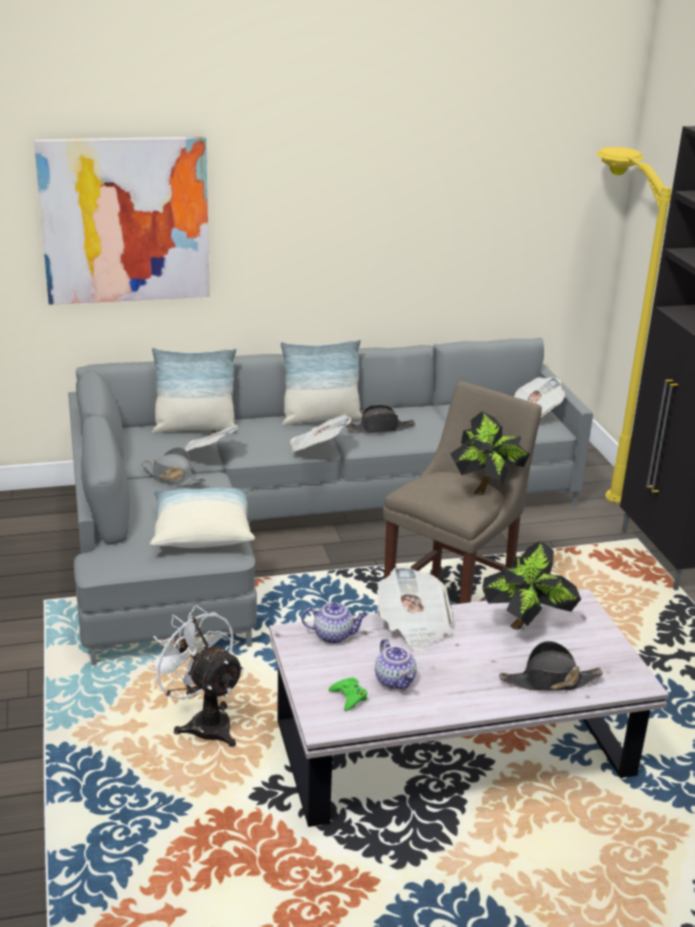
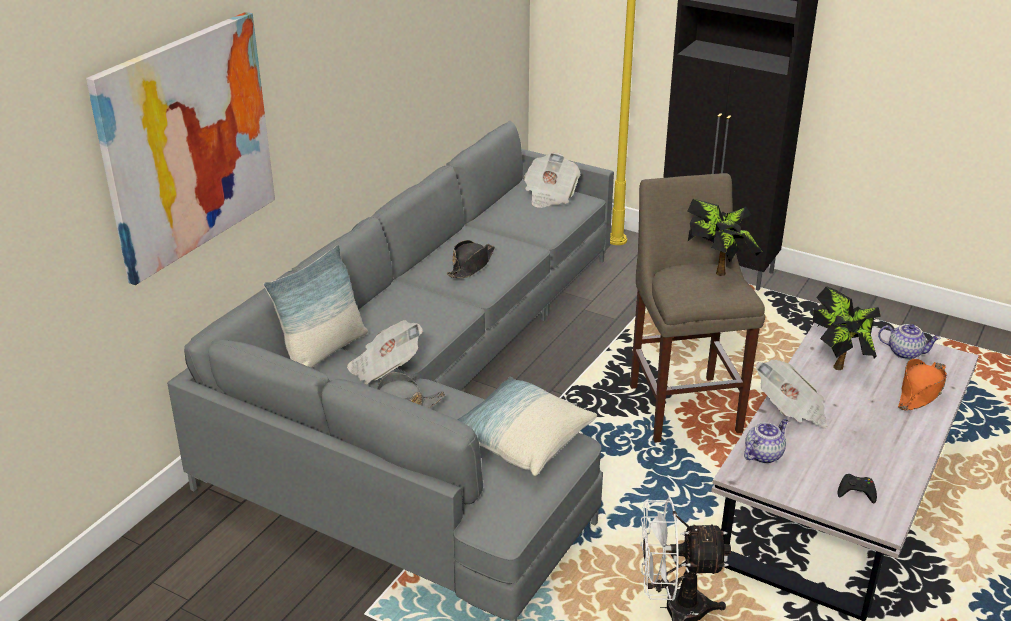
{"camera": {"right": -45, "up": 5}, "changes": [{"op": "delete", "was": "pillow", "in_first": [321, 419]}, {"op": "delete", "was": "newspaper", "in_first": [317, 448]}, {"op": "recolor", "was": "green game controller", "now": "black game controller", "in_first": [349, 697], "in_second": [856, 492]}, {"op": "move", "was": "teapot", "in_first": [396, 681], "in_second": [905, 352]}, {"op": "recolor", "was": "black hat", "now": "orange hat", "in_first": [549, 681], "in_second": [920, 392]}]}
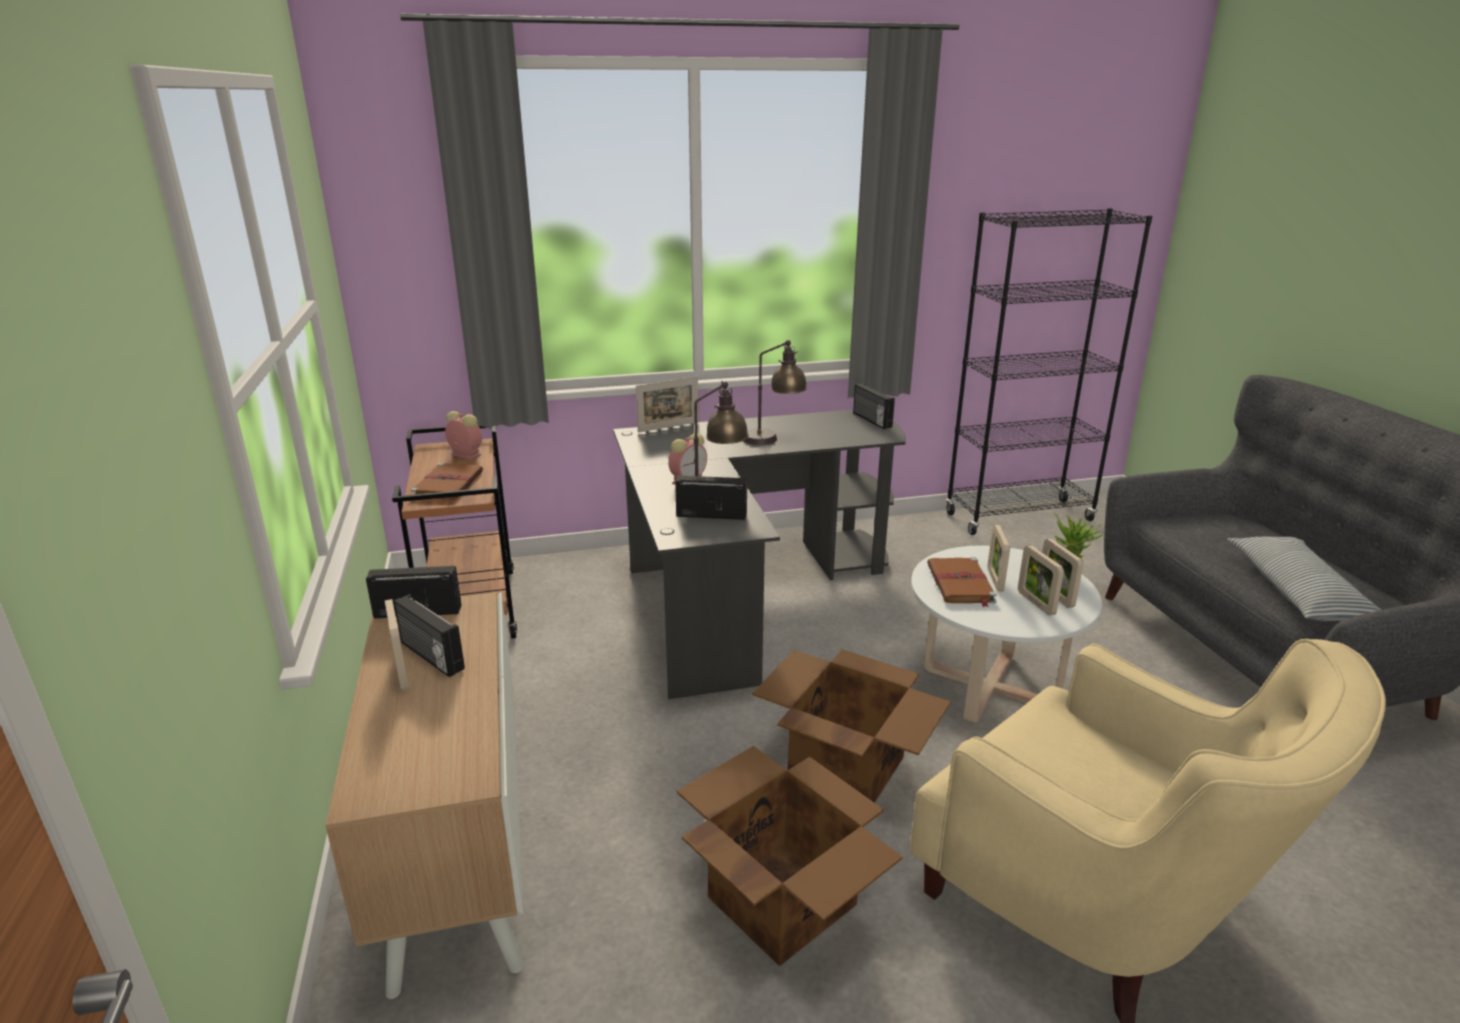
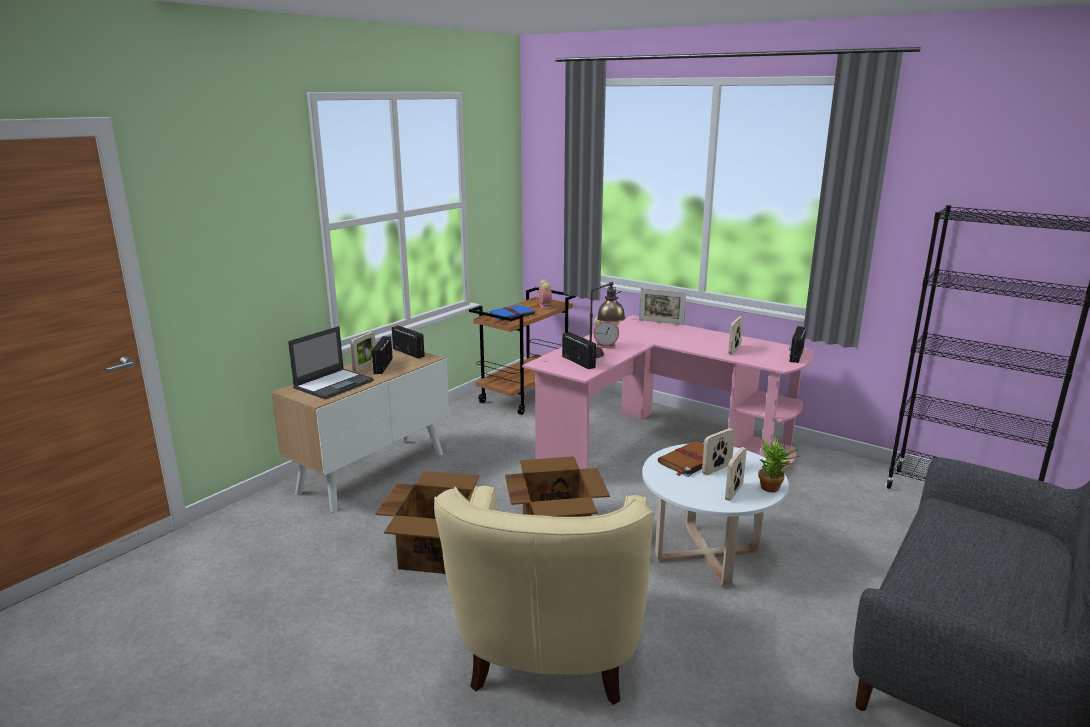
{"camera": {"right": 50, "up": -5}, "changes": [{"op": "recolor", "was": "brown book", "now": "blue book", "in_first": [448, 484], "in_second": [511, 314]}, {"op": "recolor", "was": "black desk", "now": "pink desk", "in_first": [741, 592], "in_second": [660, 445]}, {"op": "delete", "was": "table lamp", "in_first": [773, 439]}, {"op": "move", "was": "picture frame", "in_first": [1036, 603], "in_second": [734, 350]}, {"op": "delete", "was": "pillow", "in_first": [1298, 593]}, {"op": "insert", "now": "laptop", "in_second": [334, 384]}]}
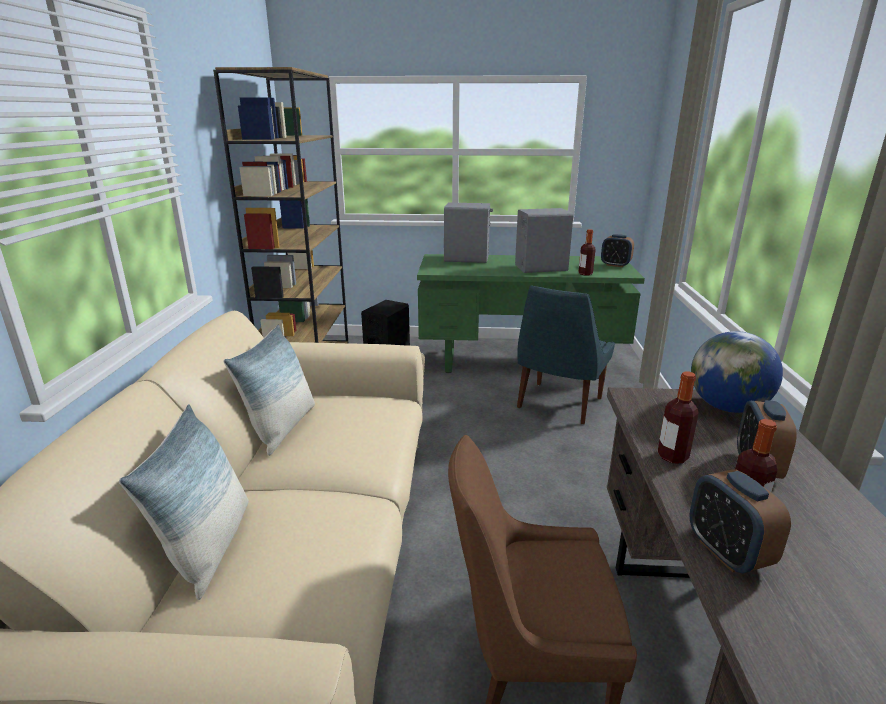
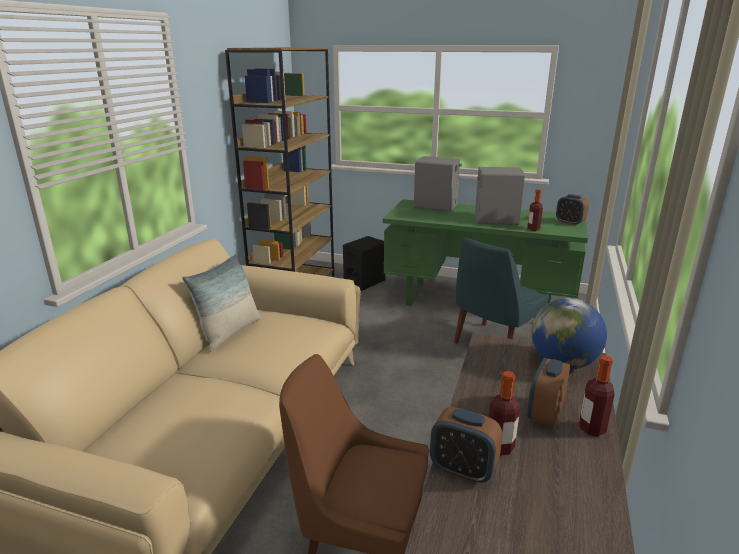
{"camera": {"right": 15, "up": 0}, "changes": [{"op": "delete", "was": "pillow", "in_first": [209, 546]}, {"op": "move", "was": "bottle", "in_first": [672, 456], "in_second": [592, 429]}, {"op": "rotate", "was": "alarm clock", "in_first": [727, 553], "in_second": [463, 470], "clockwise": -60}]}
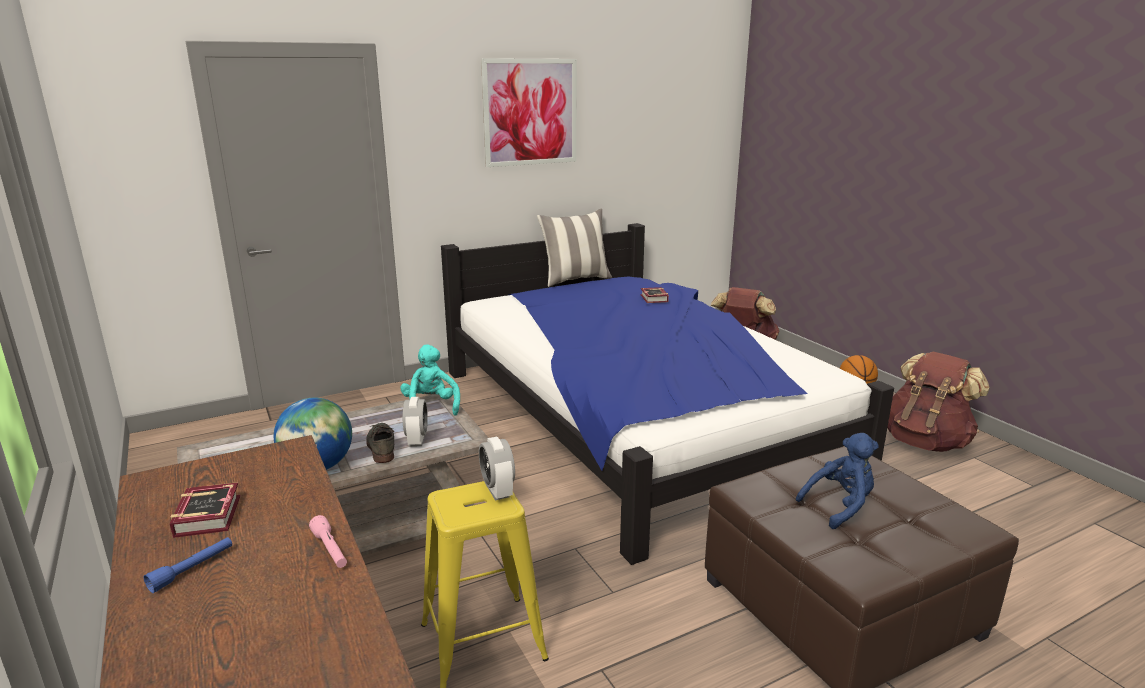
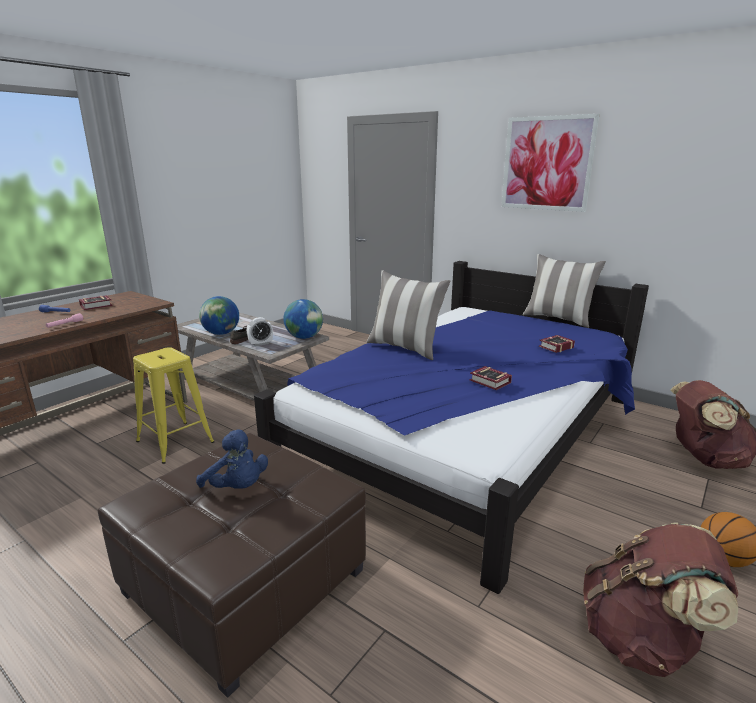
{"camera": {"right": 65, "up": 0}, "changes": [{"op": "replace", "was": "turquoise plush toy", "now": "globe", "in_first": [431, 406], "in_second": [304, 337]}, {"op": "delete", "was": "alarm clock", "in_first": [497, 491]}, {"op": "insert", "now": "pillow", "in_second": [405, 348]}, {"op": "insert", "now": "book", "in_second": [490, 382]}]}
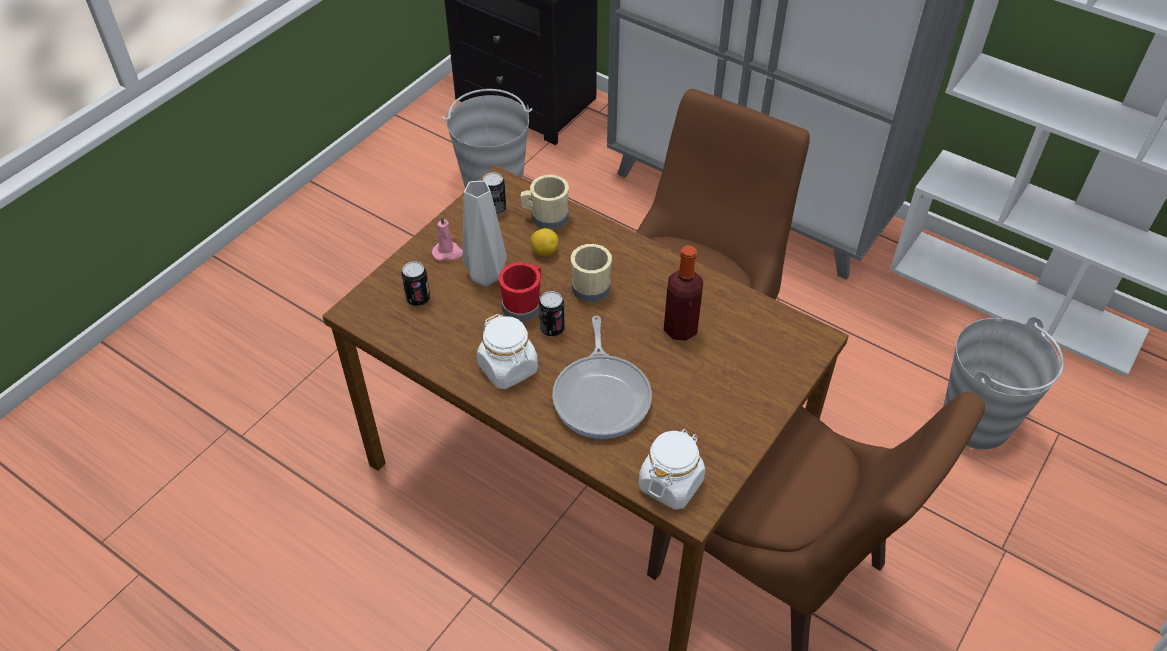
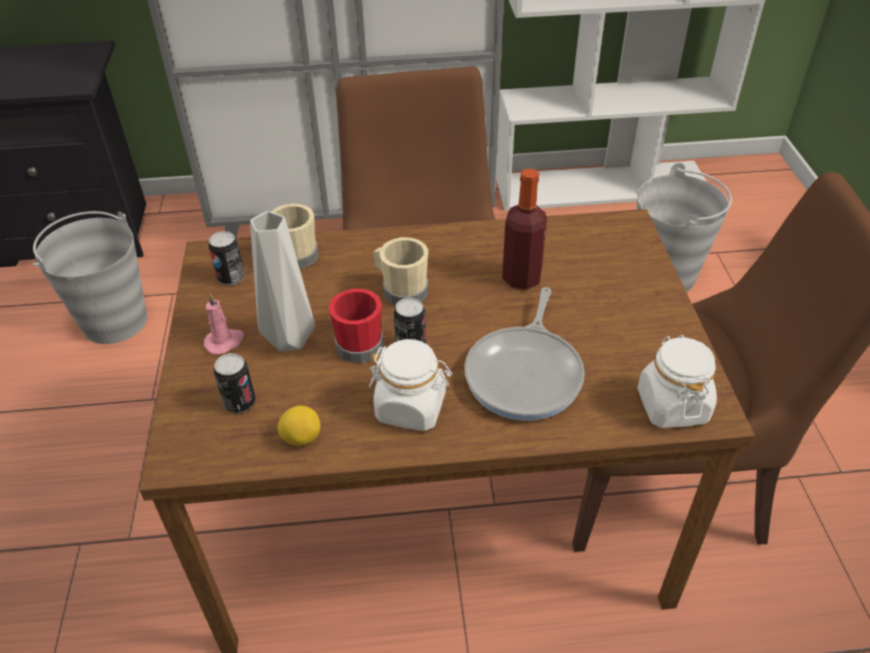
{"camera": {"right": -40, "up": -5}, "changes": [{"op": "move", "was": "lemon", "in_first": [544, 251], "in_second": [301, 438]}, {"op": "rotate", "was": "frying pan", "in_first": [602, 396], "in_second": [526, 373], "clockwise": 60}]}
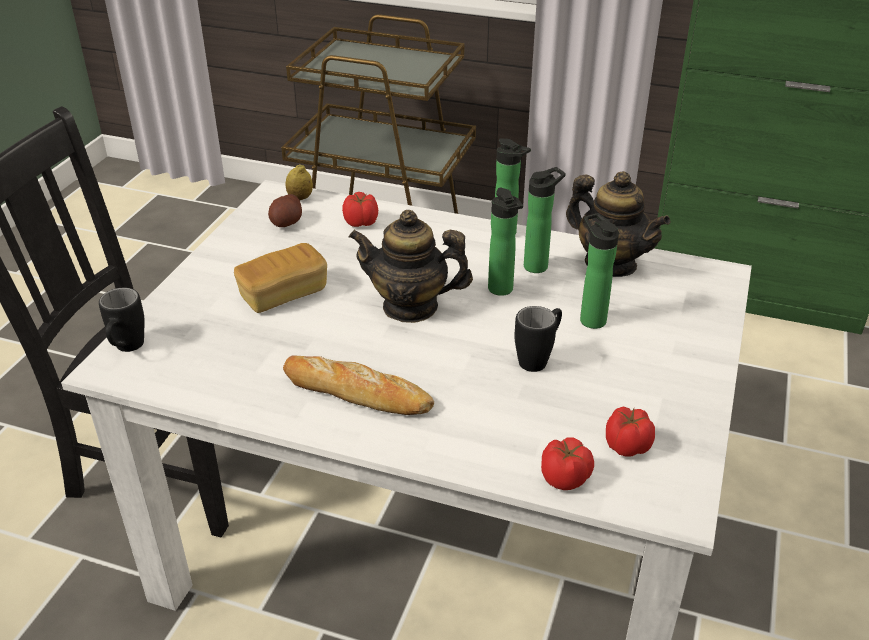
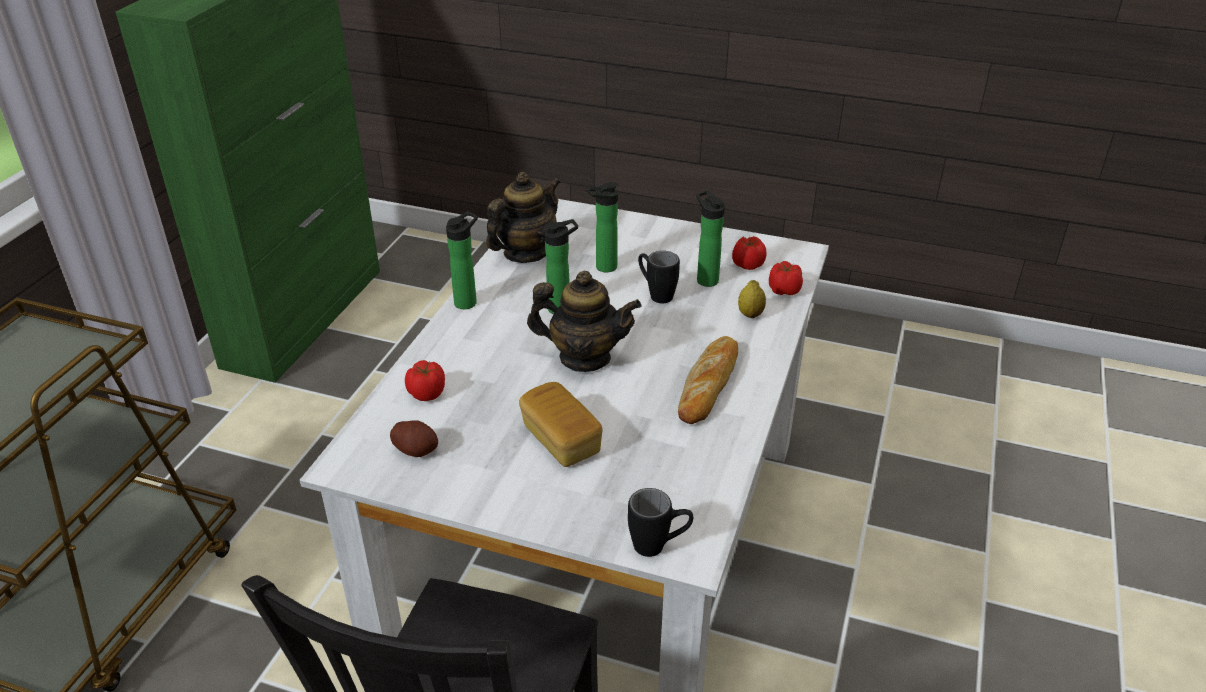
{"camera": {"right": -90, "up": 0}, "changes": [{"op": "move", "was": "lemon", "in_first": [300, 198], "in_second": [750, 314]}, {"op": "rotate", "was": "teapot", "in_first": [410, 306], "in_second": [584, 357], "clockwise": -90}, {"op": "move", "was": "bottle", "in_first": [539, 265], "in_second": [705, 279]}]}
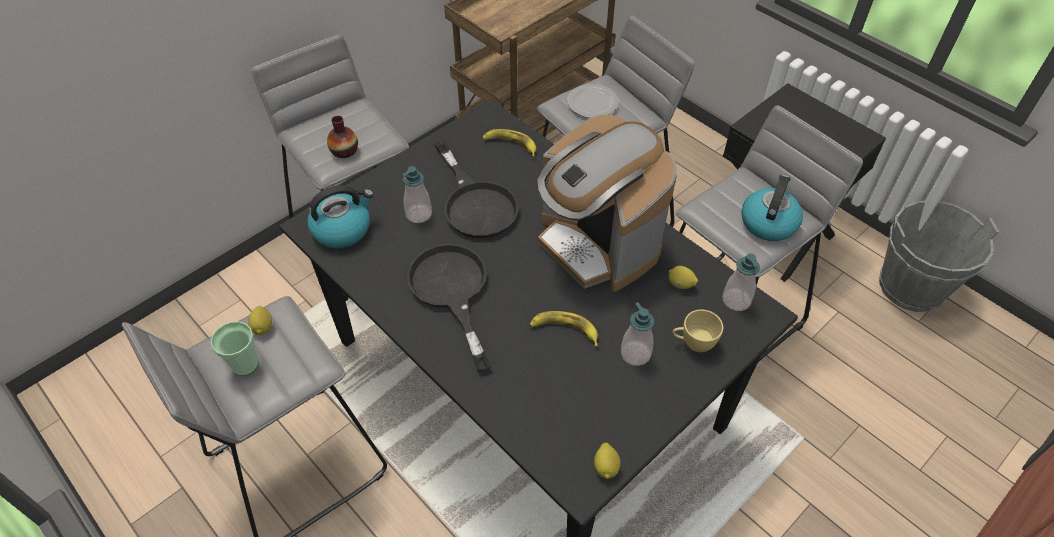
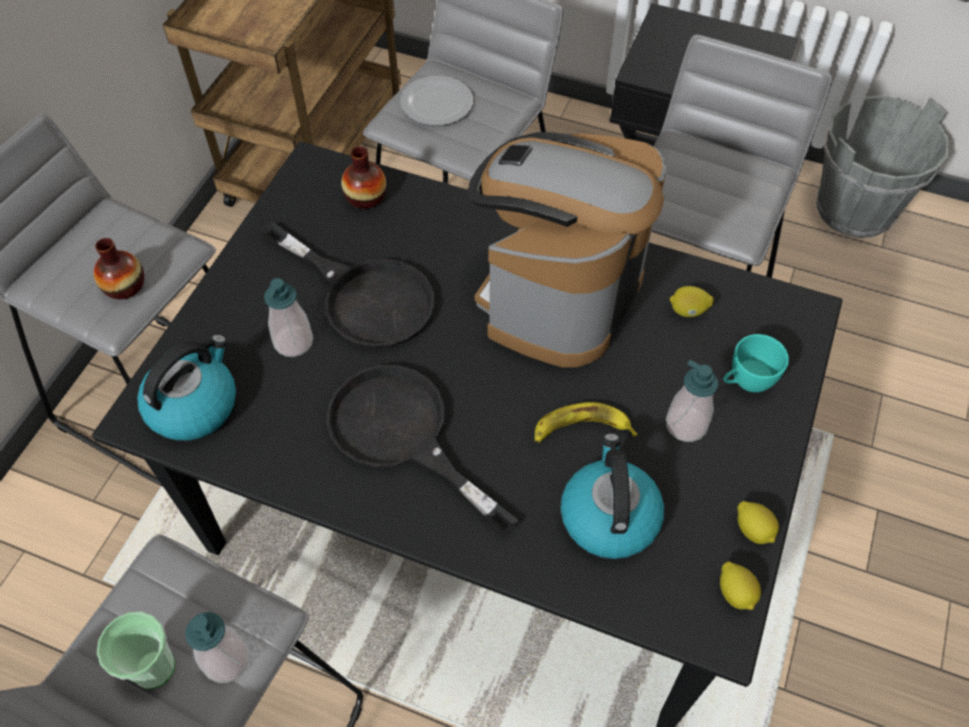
{"camera": {"right": -25, "up": 5}, "changes": [{"op": "move", "was": "lemon", "in_first": [263, 327], "in_second": [753, 530]}, {"op": "replace", "was": "banana", "now": "vase", "in_first": [510, 144], "in_second": [365, 197]}, {"op": "rotate", "was": "coffee machine", "in_first": [597, 244], "in_second": [557, 296], "clockwise": 90}, {"op": "recolor", "was": "yellow cup", "now": "turquoise cup", "in_first": [693, 343], "in_second": [746, 382]}, {"op": "move", "was": "soap dispenser", "in_first": [736, 300], "in_second": [226, 660]}, {"op": "move", "was": "kettle", "in_first": [768, 222], "in_second": [608, 516]}]}
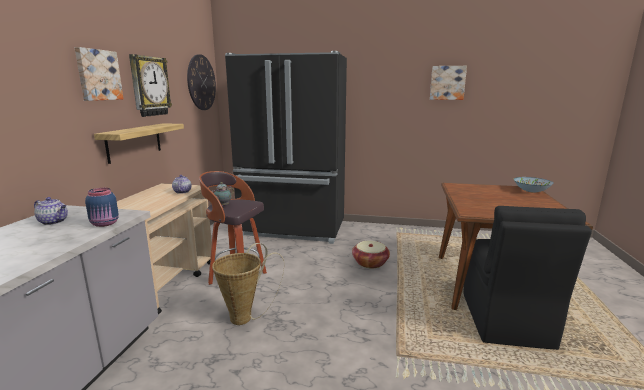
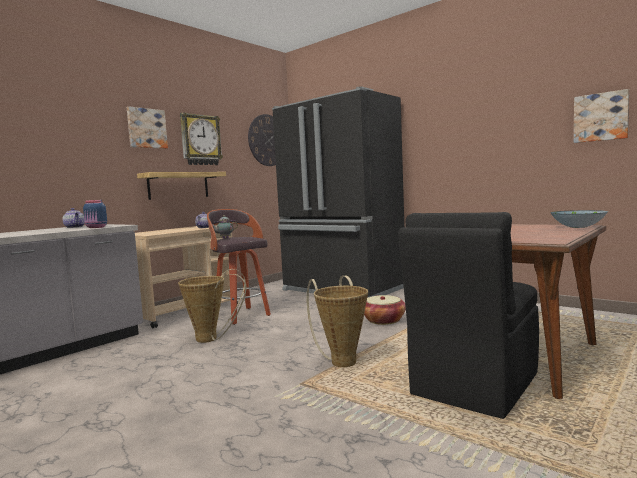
{"camera": {"right": 30, "up": -10}, "changes": [{"op": "move", "was": "picture", "in_first": [447, 83], "in_second": [600, 117]}, {"op": "insert", "now": "basket", "in_second": [342, 361]}]}
